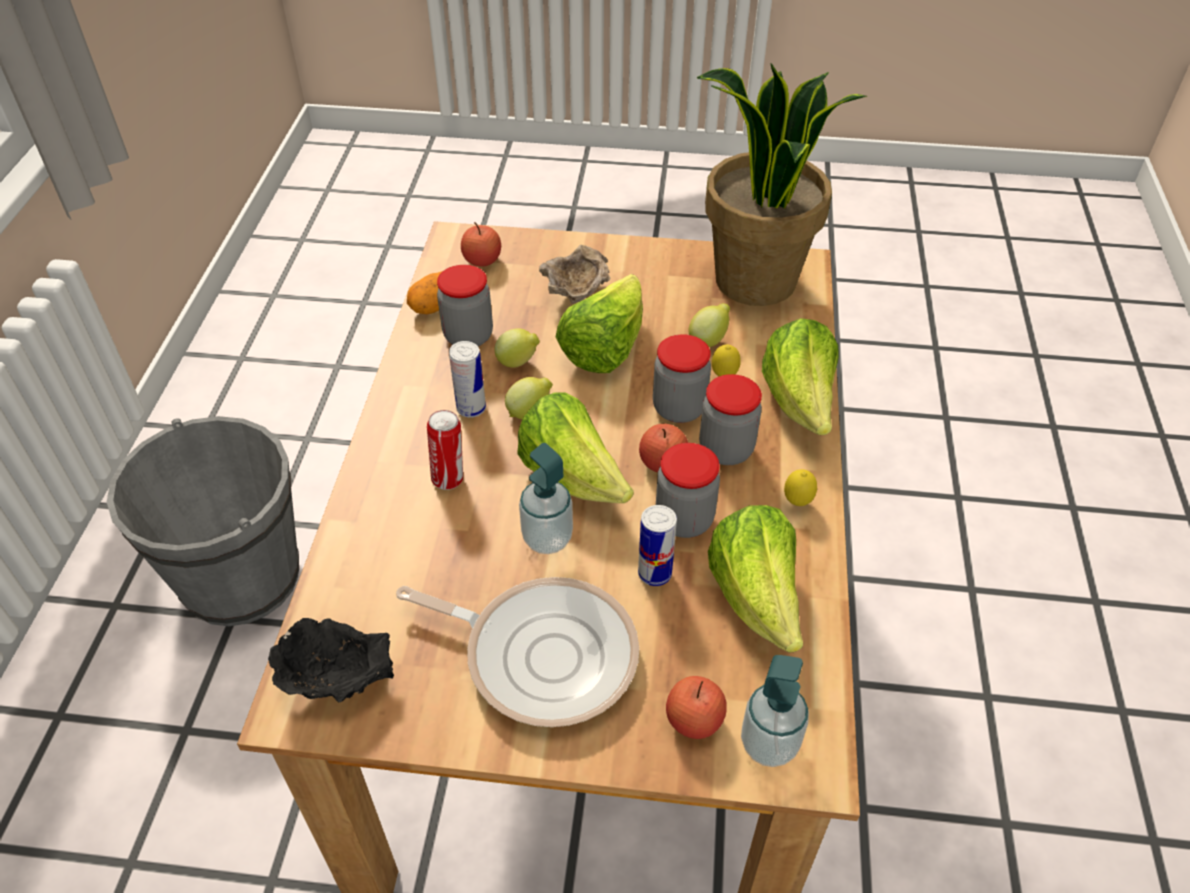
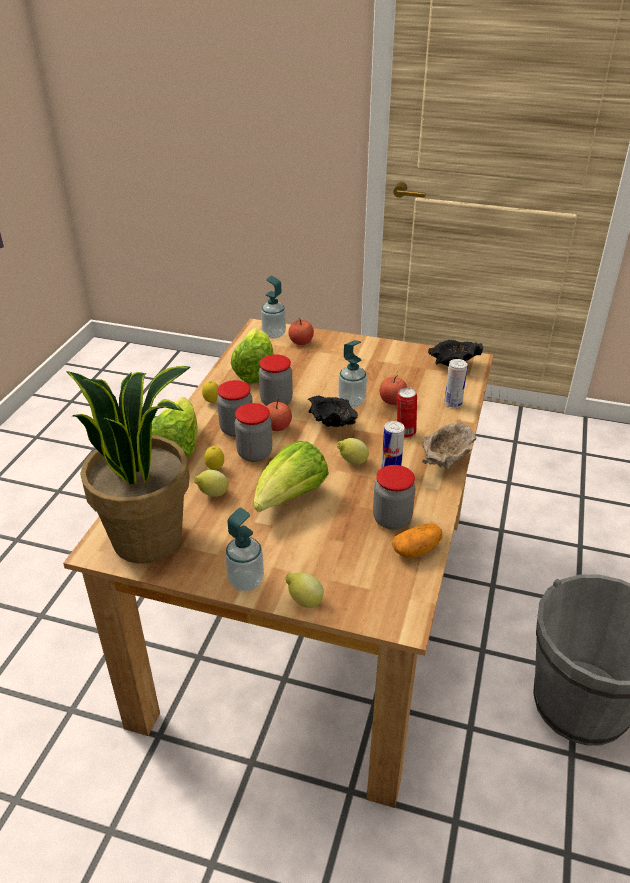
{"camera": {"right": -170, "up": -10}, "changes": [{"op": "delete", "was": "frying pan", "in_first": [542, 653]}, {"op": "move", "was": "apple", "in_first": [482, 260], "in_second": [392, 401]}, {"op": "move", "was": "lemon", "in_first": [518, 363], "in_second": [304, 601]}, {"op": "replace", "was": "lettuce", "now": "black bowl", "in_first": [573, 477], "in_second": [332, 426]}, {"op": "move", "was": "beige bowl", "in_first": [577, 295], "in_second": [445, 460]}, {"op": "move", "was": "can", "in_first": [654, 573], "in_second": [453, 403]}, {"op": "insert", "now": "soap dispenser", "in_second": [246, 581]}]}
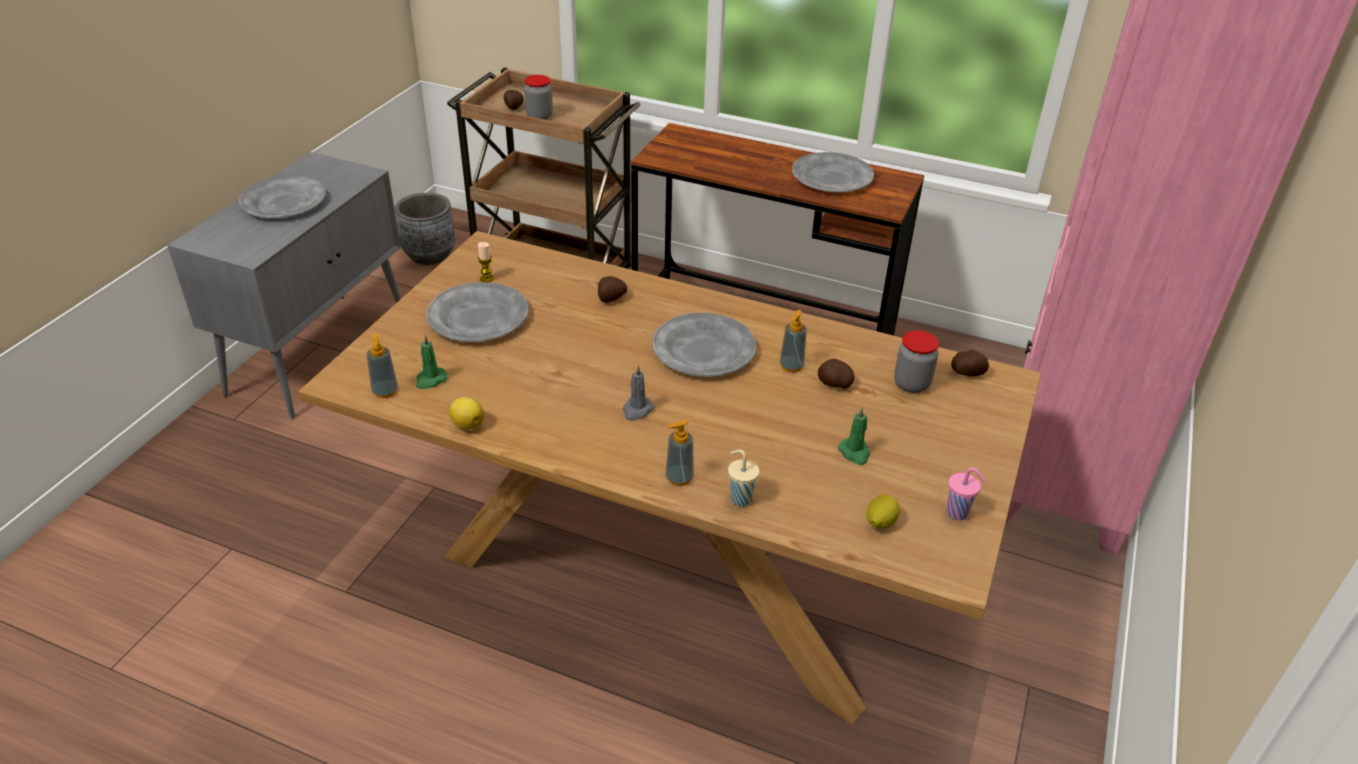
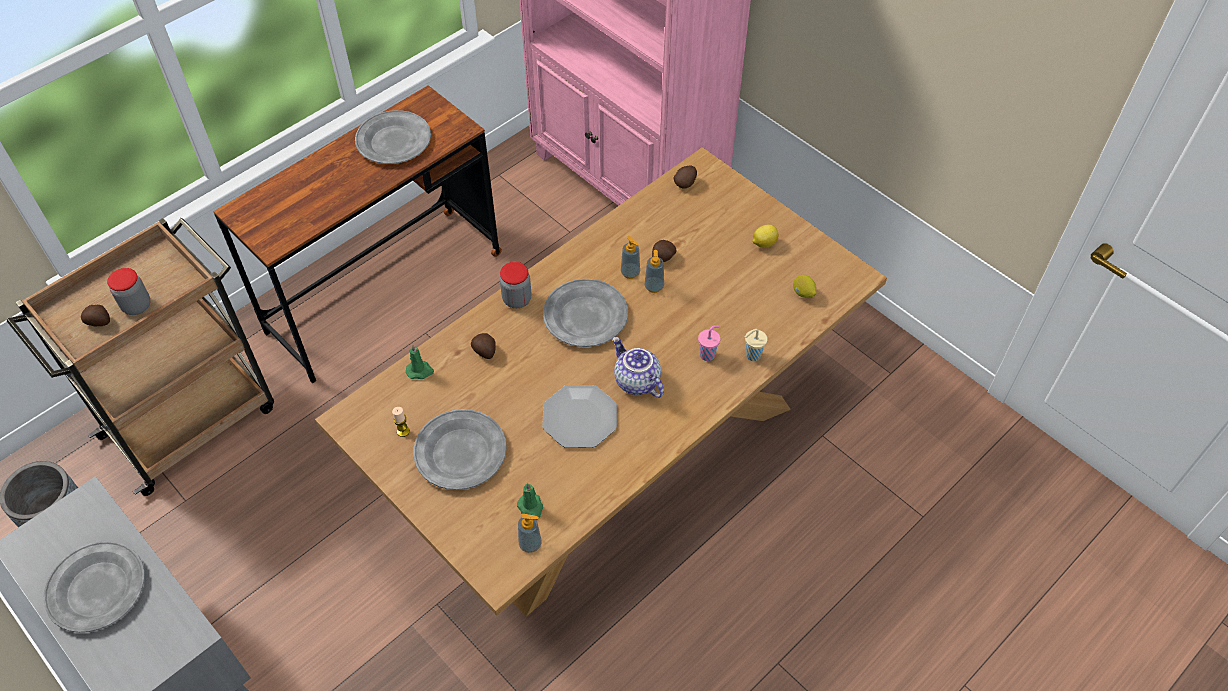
{"camera": {"right": -65, "up": 15}, "changes": [{"op": "move", "was": "lemon", "in_first": [467, 424], "in_second": [763, 243]}, {"op": "replace", "was": "grey candle", "now": "teapot", "in_first": [637, 410], "in_second": [636, 381]}, {"op": "move", "was": "soap dispenser", "in_first": [679, 478], "in_second": [654, 286]}, {"op": "move", "was": "green candle", "in_first": [855, 453], "in_second": [420, 371]}, {"op": "move", "was": "jar", "in_first": [911, 384], "in_second": [517, 299]}, {"op": "move", "was": "pink cup", "in_first": [958, 513], "in_second": [708, 354]}, {"op": "insert", "now": "plate", "in_second": [580, 417]}]}
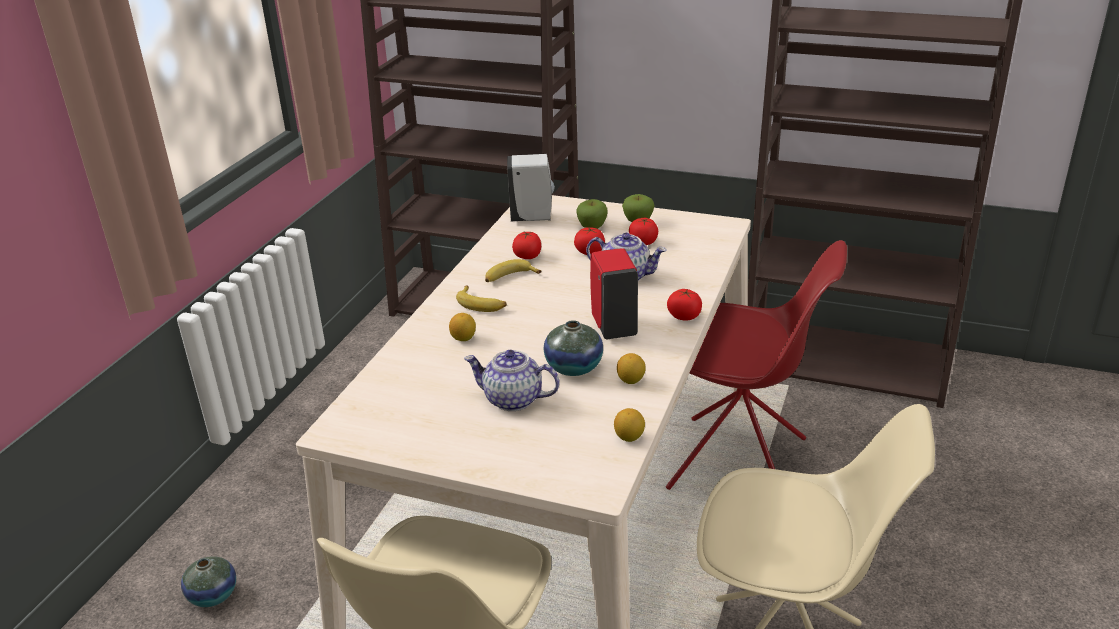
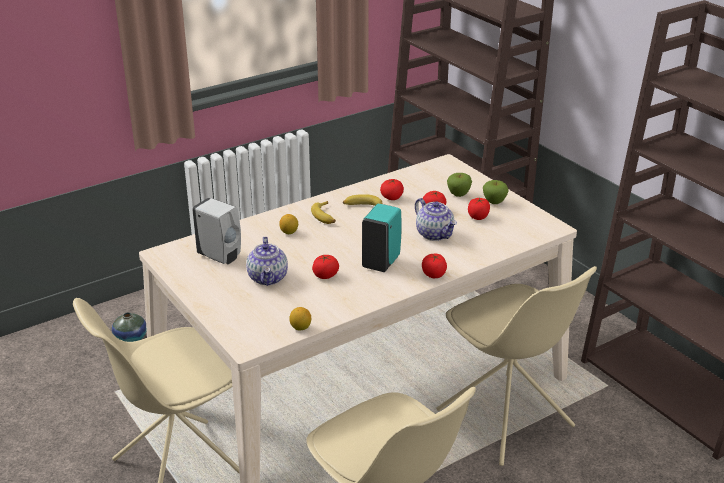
{"camera": {"right": 35, "up": 0}, "changes": [{"op": "rotate", "was": "teapot", "in_first": [512, 400], "in_second": [268, 278], "clockwise": -150}, {"op": "move", "was": "white soap dispenser", "in_first": [533, 218], "in_second": [221, 257]}, {"op": "replace", "was": "vase", "now": "tomato", "in_first": [574, 367], "in_second": [325, 275]}, {"op": "recolor", "was": "red soap dispenser", "now": "turquoise soap dispenser", "in_first": [613, 326], "in_second": [382, 262]}, {"op": "delete", "was": "lemon", "in_first": [631, 380]}, {"op": "recolor", "was": "red chair", "now": "beige chair", "in_first": [741, 464], "in_second": [506, 420]}]}
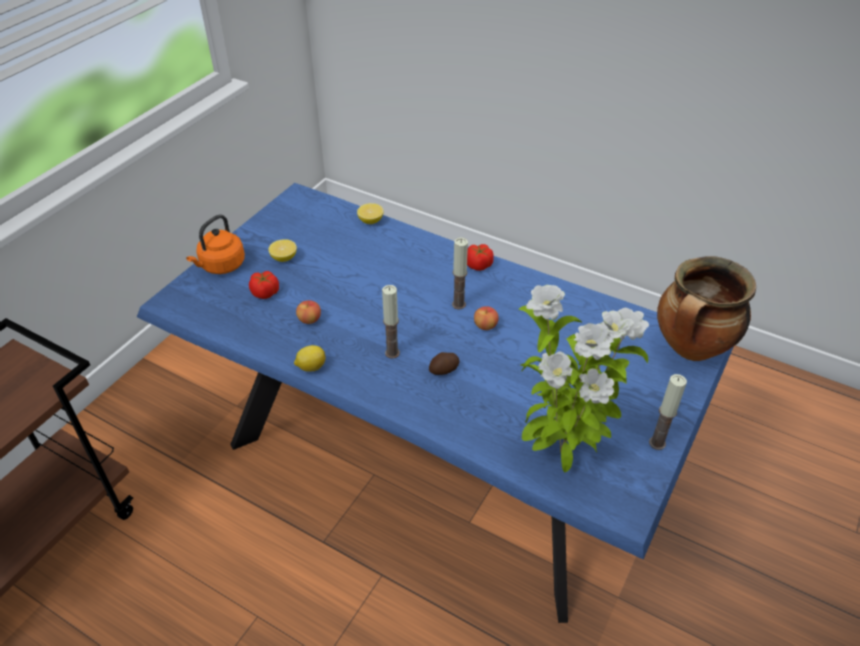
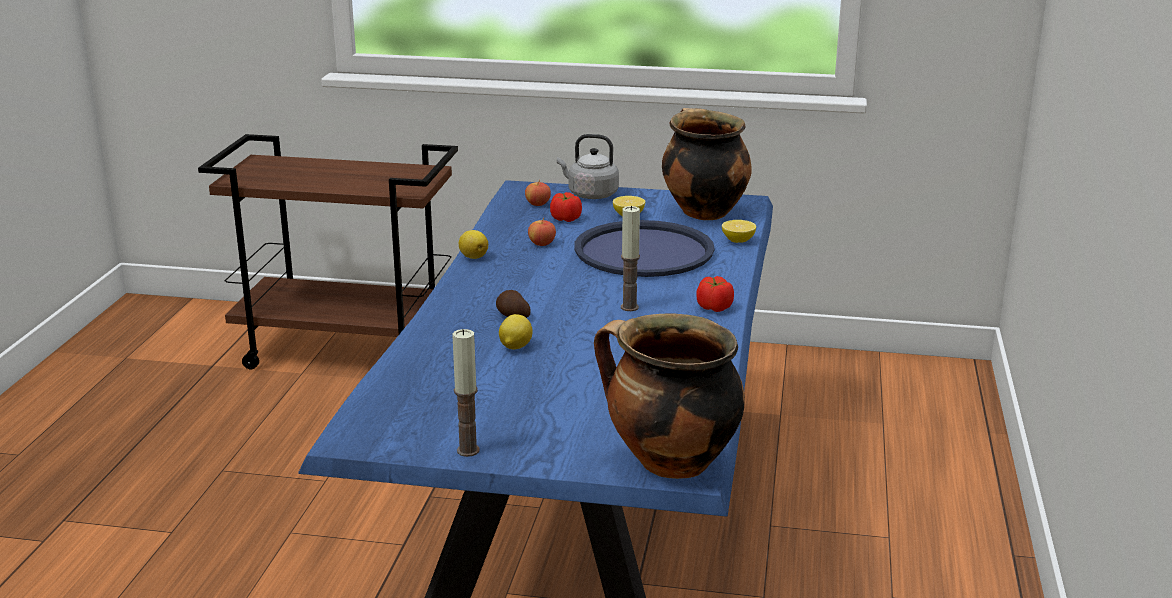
{"camera": {"right": 70, "up": -20}, "changes": [{"op": "recolor", "was": "orange kettle", "now": "grey kettle", "in_first": [221, 266], "in_second": [590, 194]}, {"op": "delete", "was": "candle", "in_first": [392, 353]}, {"op": "move", "was": "apple", "in_first": [485, 326], "in_second": [538, 204]}, {"op": "delete", "was": "potted plant", "in_first": [561, 455]}, {"op": "insert", "now": "lemon", "in_second": [515, 347]}, {"op": "insert", "now": "blue tray", "in_second": [644, 251]}, {"op": "insert", "now": "cooking pot", "in_second": [702, 212]}]}
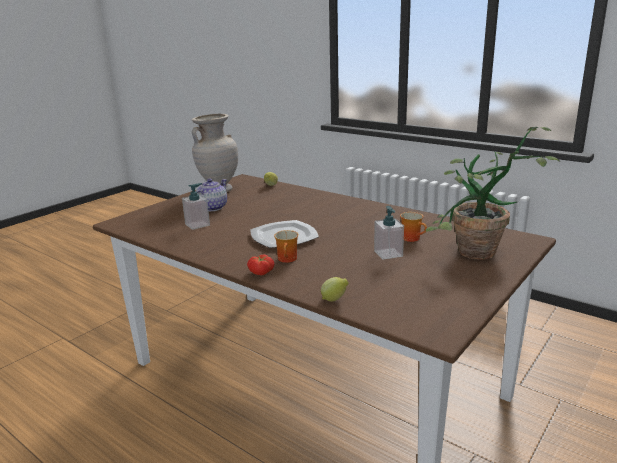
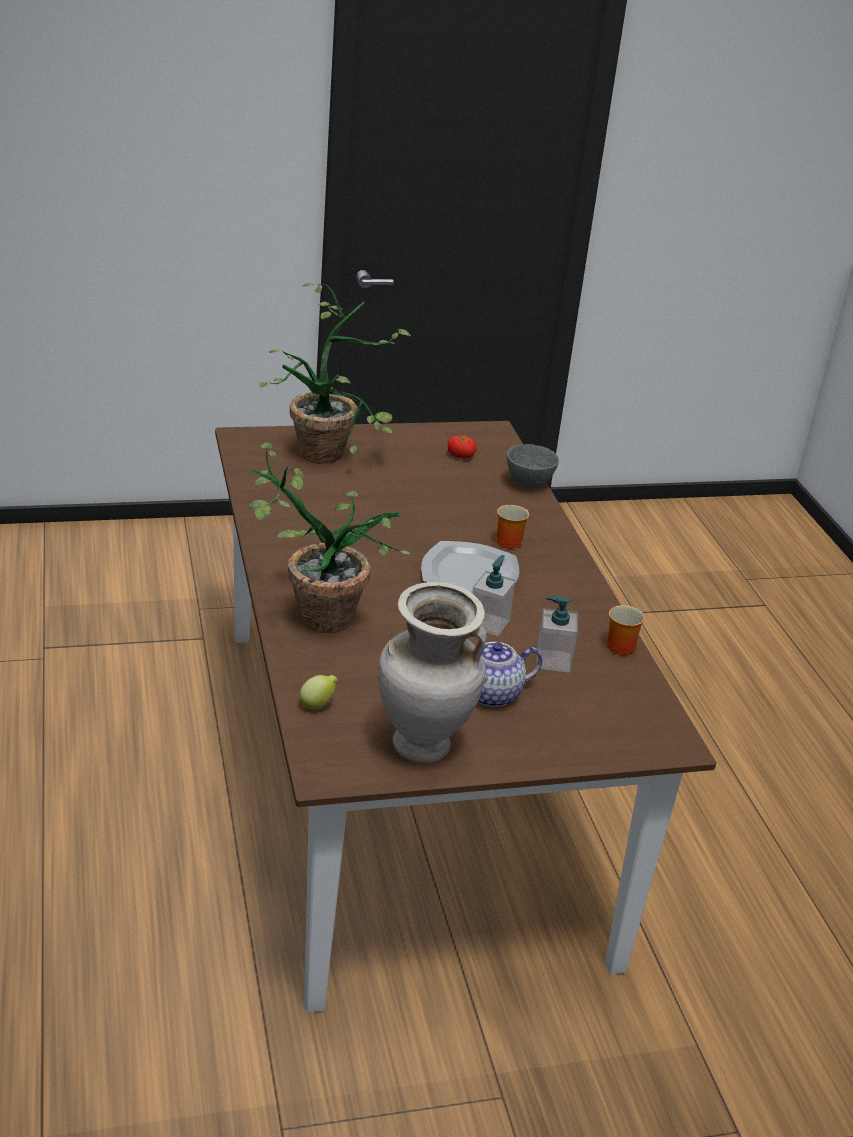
{"camera": {"right": -145, "up": 10}, "changes": [{"op": "move", "was": "tomato", "in_first": [261, 273], "in_second": [461, 455]}, {"op": "replace", "was": "lemon", "now": "grey bowl", "in_first": [334, 299], "in_second": [527, 484]}, {"op": "move", "was": "soap dispenser", "in_first": [388, 253], "in_second": [489, 623]}, {"op": "move", "was": "mug", "in_first": [413, 238], "in_second": [618, 644]}, {"op": "insert", "now": "potted plant", "in_second": [311, 614]}]}
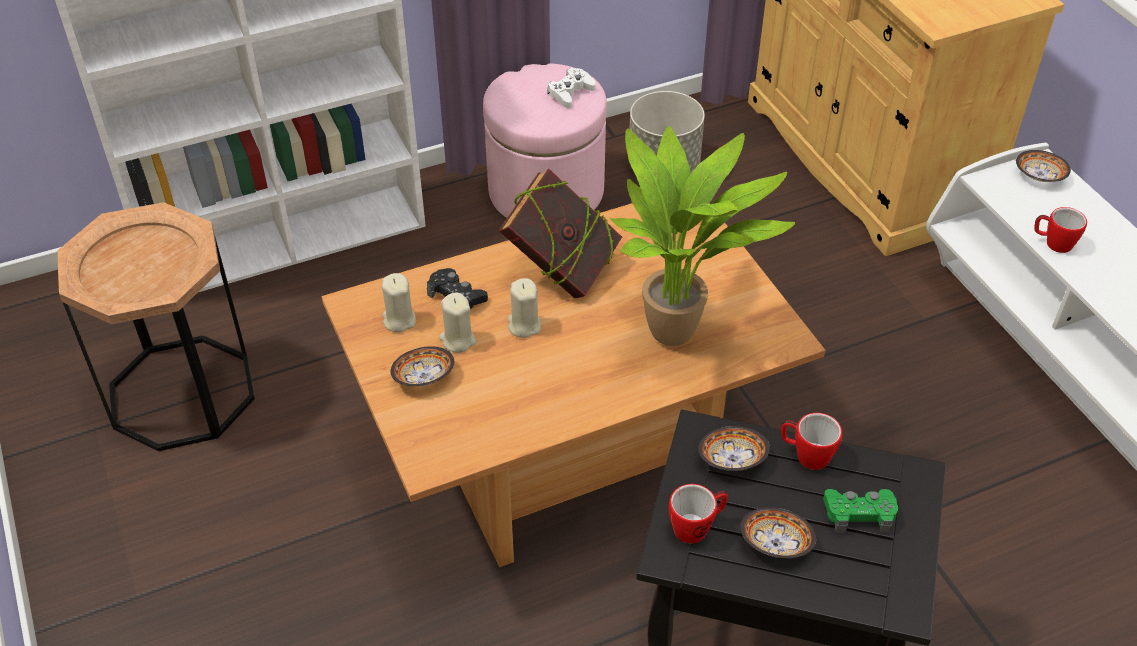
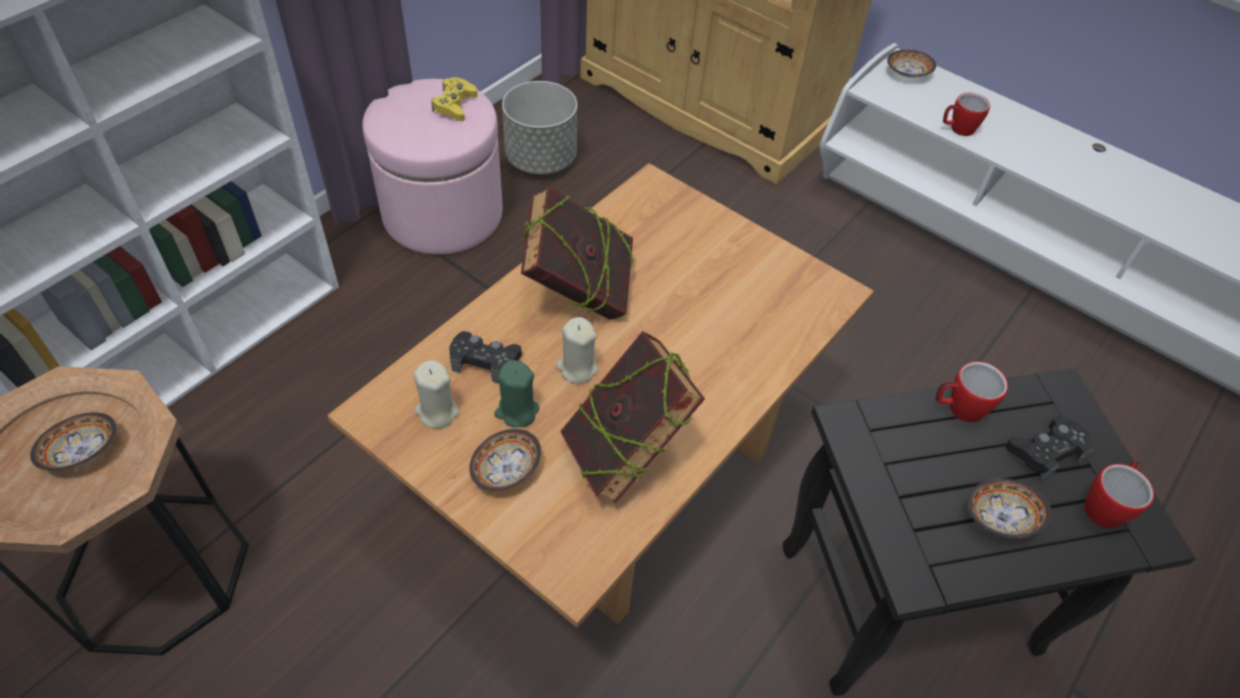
{"camera": {"right": -30, "up": 5}, "changes": [{"op": "recolor", "was": "beige candle", "now": "green candle", "in_first": [457, 340], "in_second": [517, 411]}, {"op": "recolor", "was": "white game controller", "now": "yellow game controller", "in_first": [570, 93], "in_second": [455, 105]}, {"op": "delete", "was": "potted plant", "in_first": [679, 332]}, {"op": "move", "was": "mug", "in_first": [697, 527], "in_second": [1105, 506]}, {"op": "move", "was": "bowl", "in_first": [732, 460], "in_second": [82, 452]}, {"op": "recolor", "was": "green game controller", "now": "black game controller", "in_first": [859, 514], "in_second": [1046, 452]}, {"op": "insert", "now": "book", "in_second": [625, 453]}]}
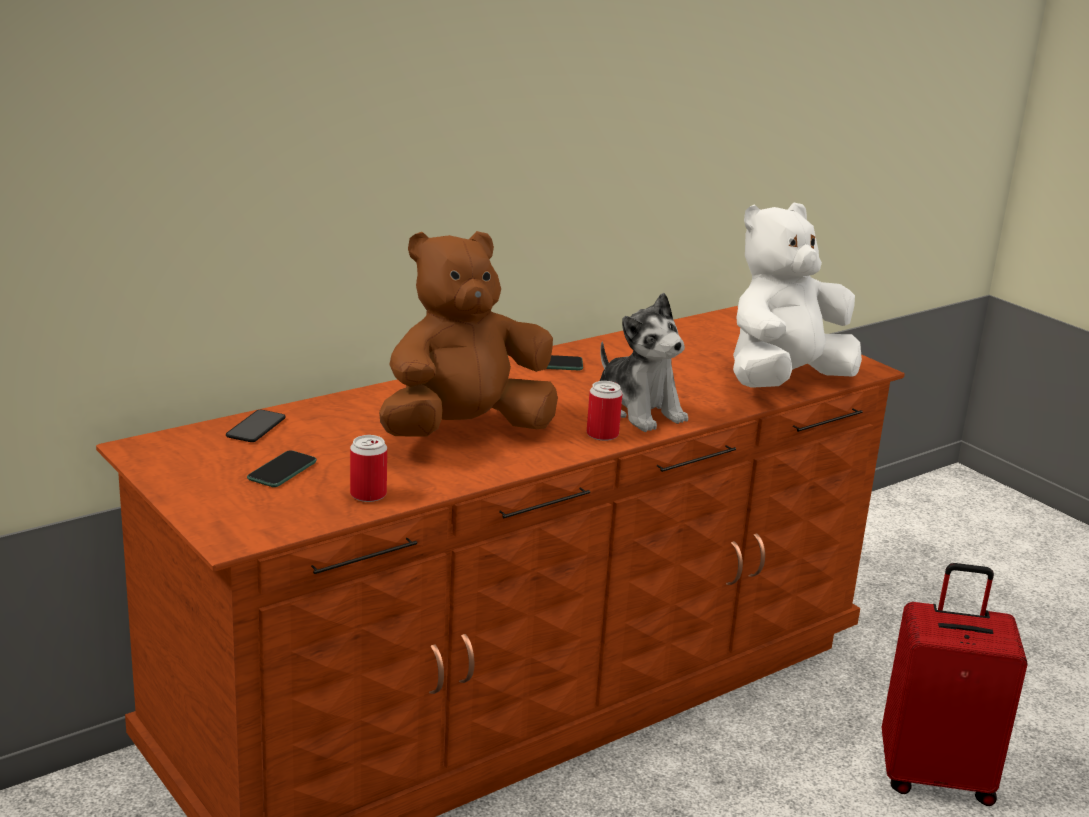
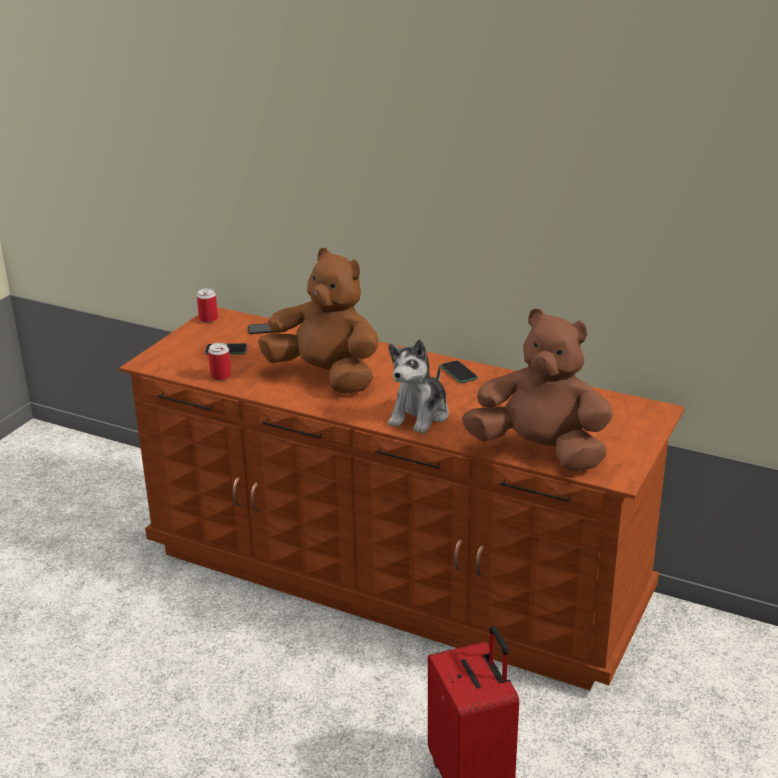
{"camera": {"right": 65, "up": 5}, "changes": [{"op": "move", "was": "can", "in_first": [602, 435], "in_second": [208, 319]}, {"op": "recolor", "was": "white plush toy", "now": "brown plush toy", "in_first": [783, 382], "in_second": [540, 451]}]}
